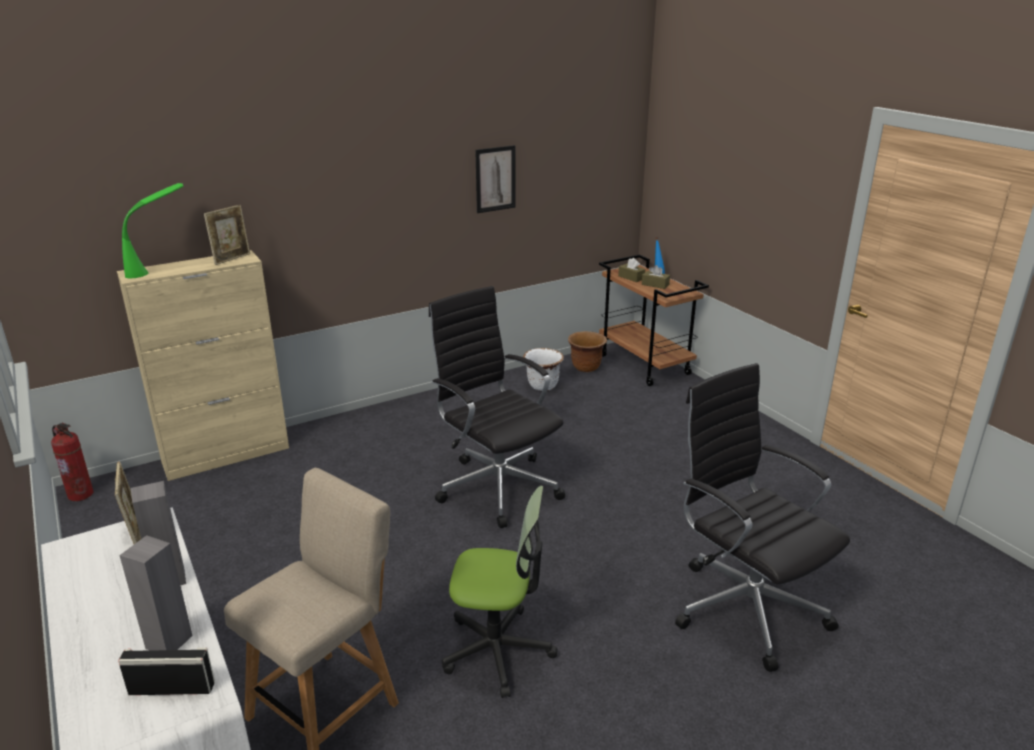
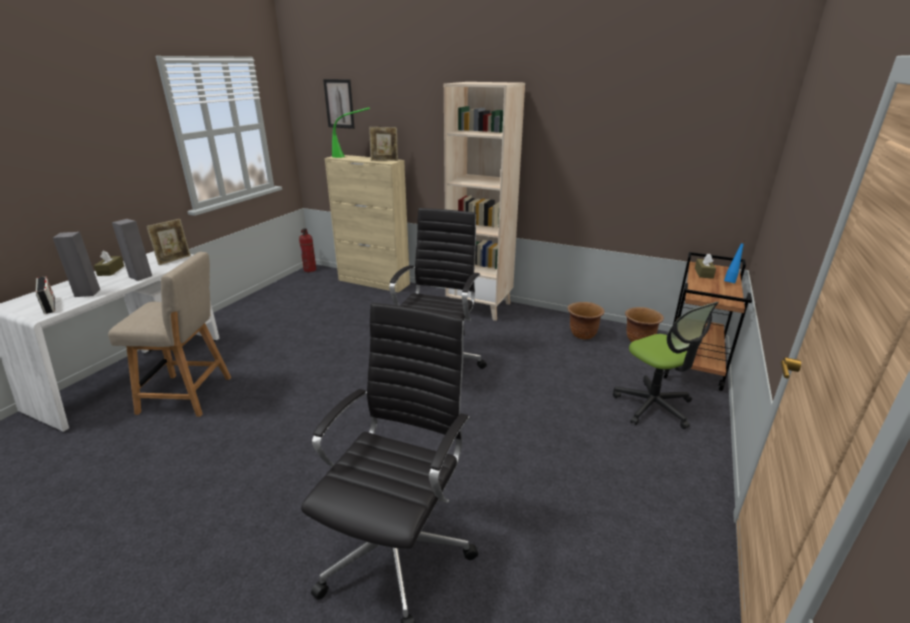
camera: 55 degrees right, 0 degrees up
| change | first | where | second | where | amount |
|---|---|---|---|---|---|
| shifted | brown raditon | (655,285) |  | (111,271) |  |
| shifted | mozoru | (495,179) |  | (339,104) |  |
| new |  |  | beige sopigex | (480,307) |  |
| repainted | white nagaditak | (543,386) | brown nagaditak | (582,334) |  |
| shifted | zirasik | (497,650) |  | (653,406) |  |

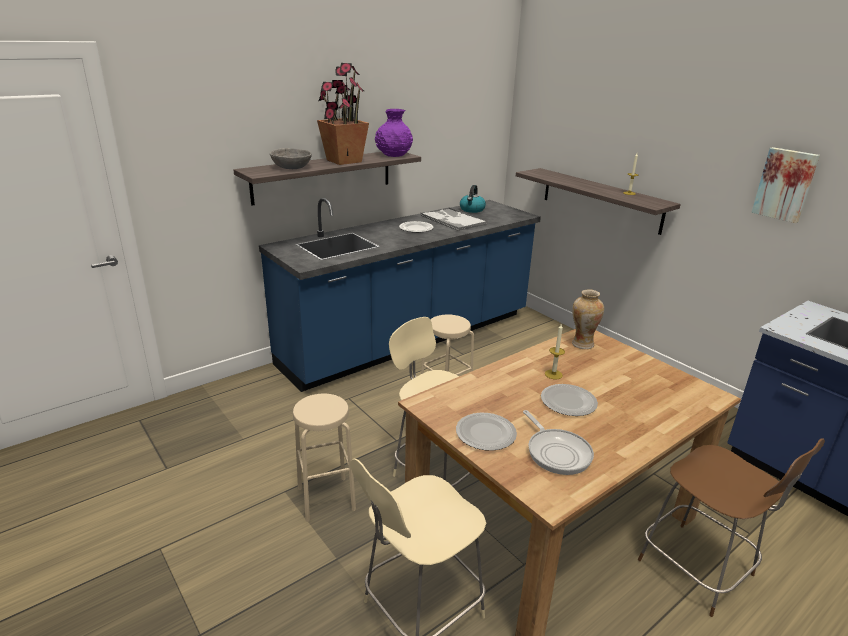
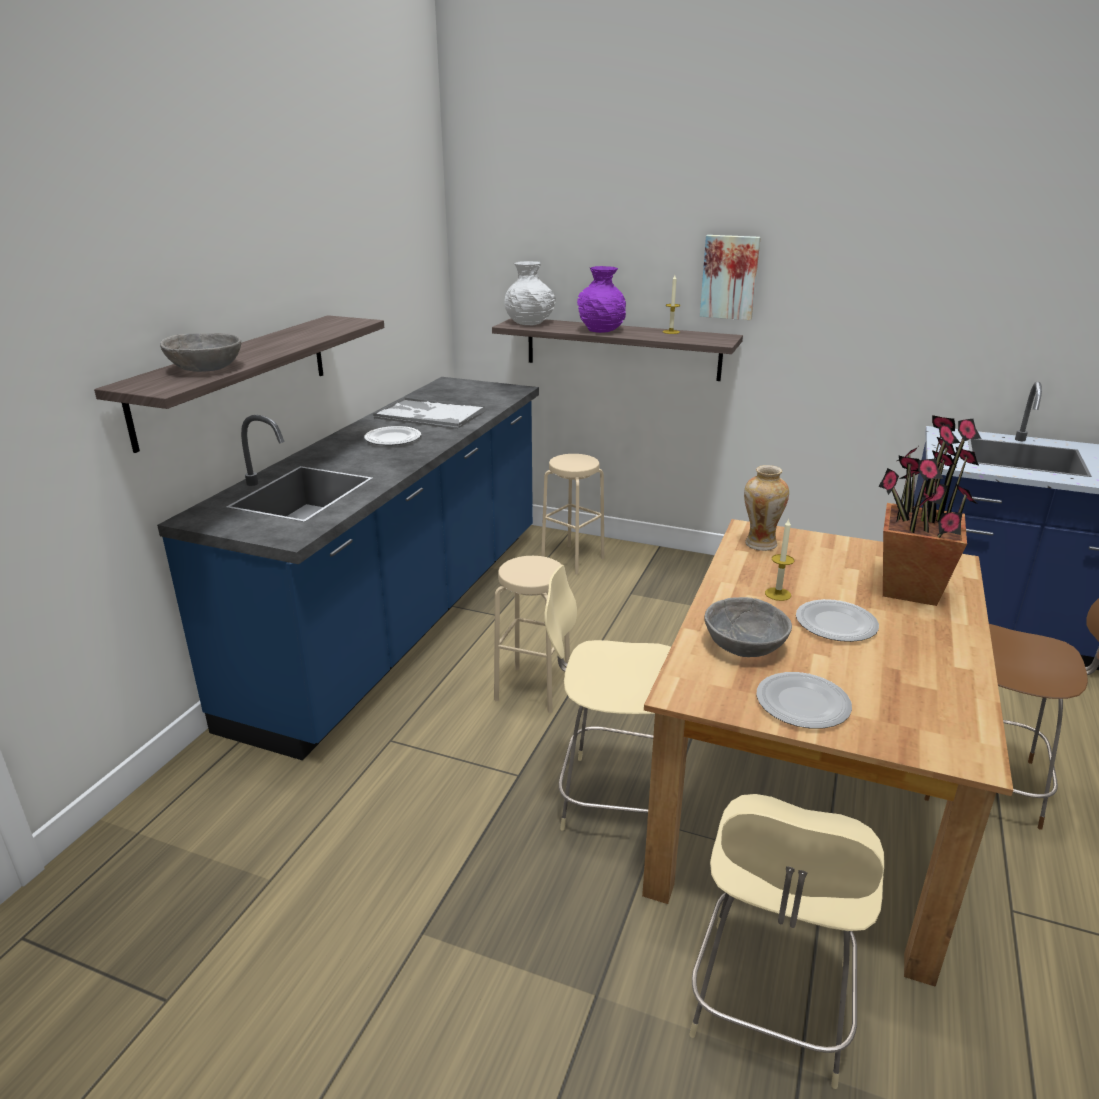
camera: 30 degrees left, 0 degrees up
| change | first | where | second | where | amount |
|---|---|---|---|---|---|
| new |  |  | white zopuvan | (530,323) |  |
| shifted | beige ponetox | (326,499) |  | (573,559) |  |
| shifted | purple zopuvan | (393,155) |  | (601,330) |  |
| shifted | mozoru | (785,184) |  | (729,277) |  |
| new |  |  | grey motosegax | (745,645) |  |
| shifted | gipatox | (343,161) |  | (908,589) |  |
| gone | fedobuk | (472,210) |  |  |  |
| gone | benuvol | (557,452) |  |  |  |

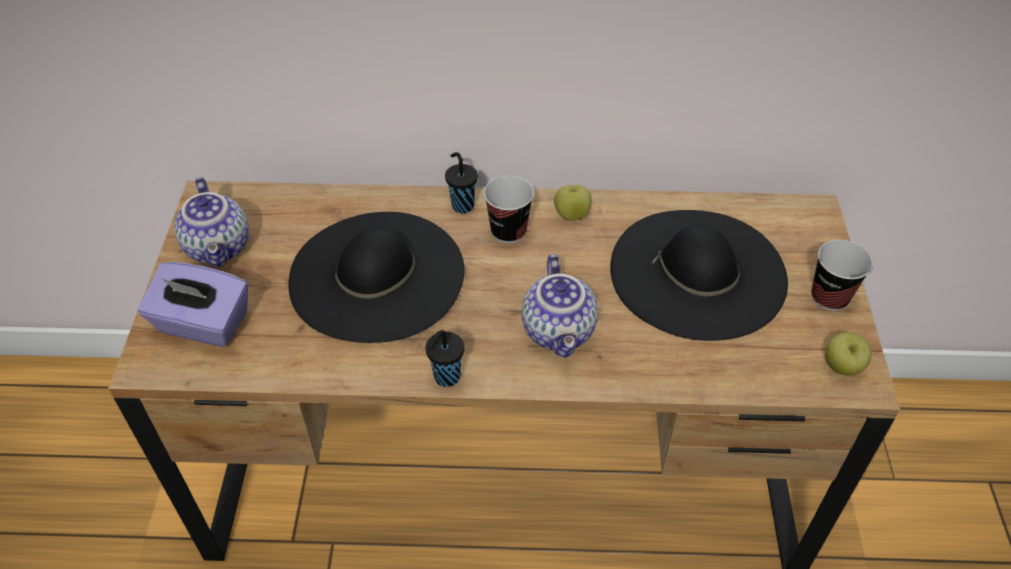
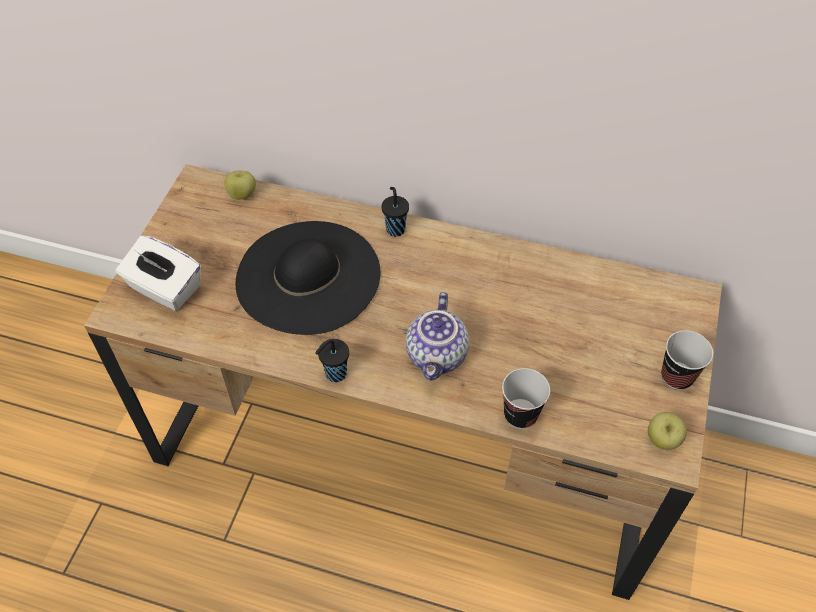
camera: 15 degrees right, 5 degrees up
| change | first | where | second | where | amount |
|---|---|---|---|---|---|
| repainted | purple raditon | (202,324) | white raditon | (164,289) |  |
| shifted | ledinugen | (571,215) |  | (242,195) |  |
| shifted | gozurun | (508,231) |  | (520,414) |  |
| gone | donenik | (220,247) |  |  |  |
| gone | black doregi | (698,272) |  |  |  |

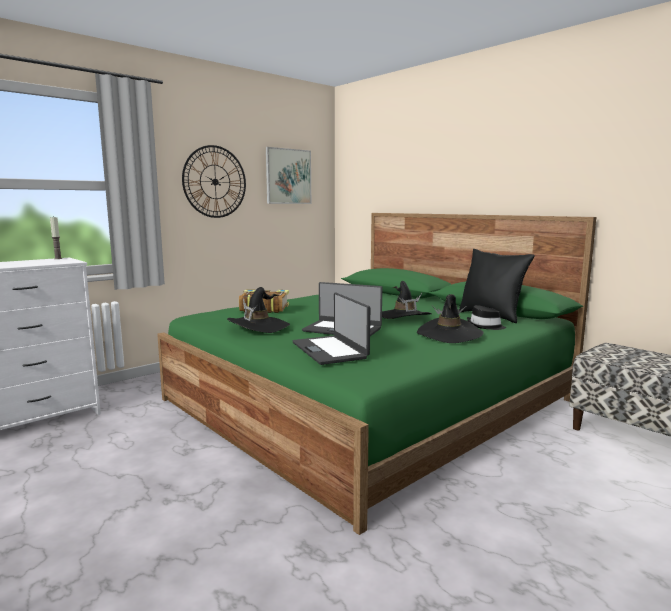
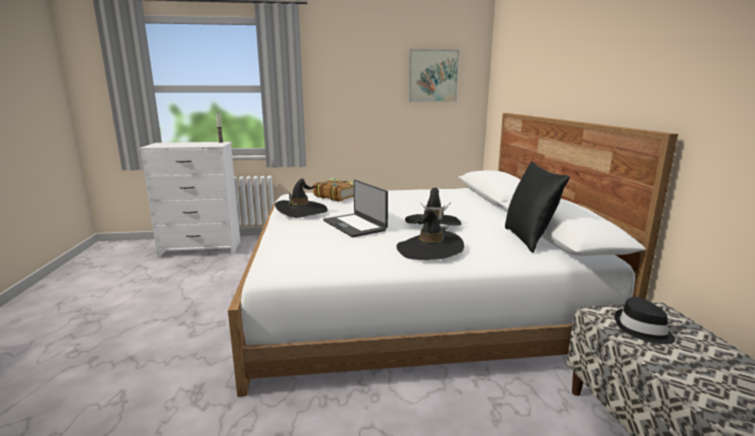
camera: 35 degrees right, 5 degrees up
| change | first | where | second | where | amount |
|---|---|---|---|---|---|
| repainted | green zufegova | (370,400) | white zufegova | (411,295) |  |
| shifted | black doregi | (485,326) |  | (642,330) |  |
| gone | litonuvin | (215,182) |  |  |  |
| gone | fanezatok | (330,350) |  |  |  |

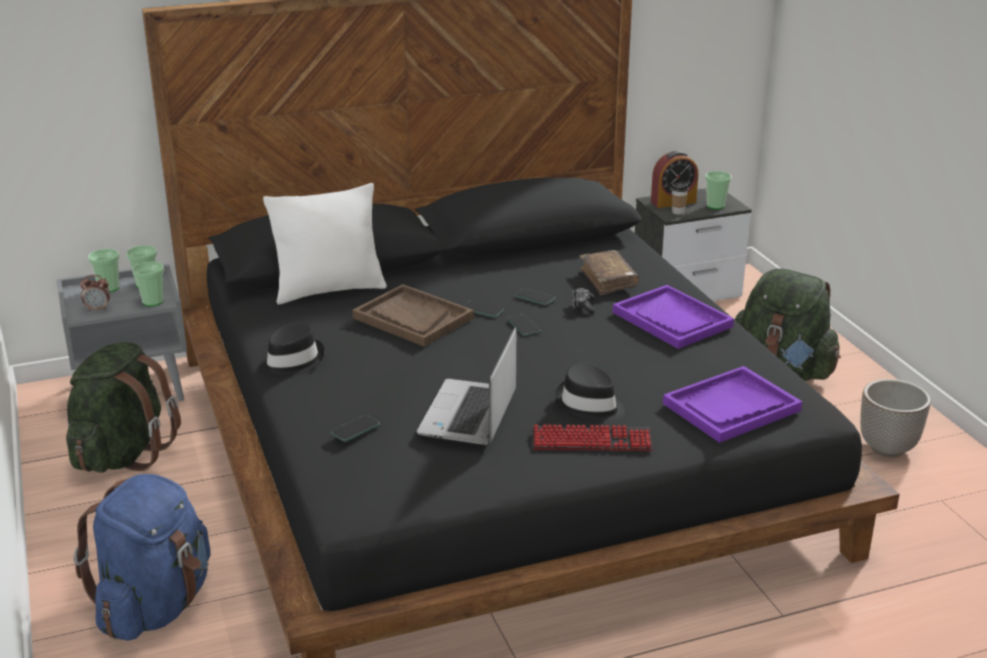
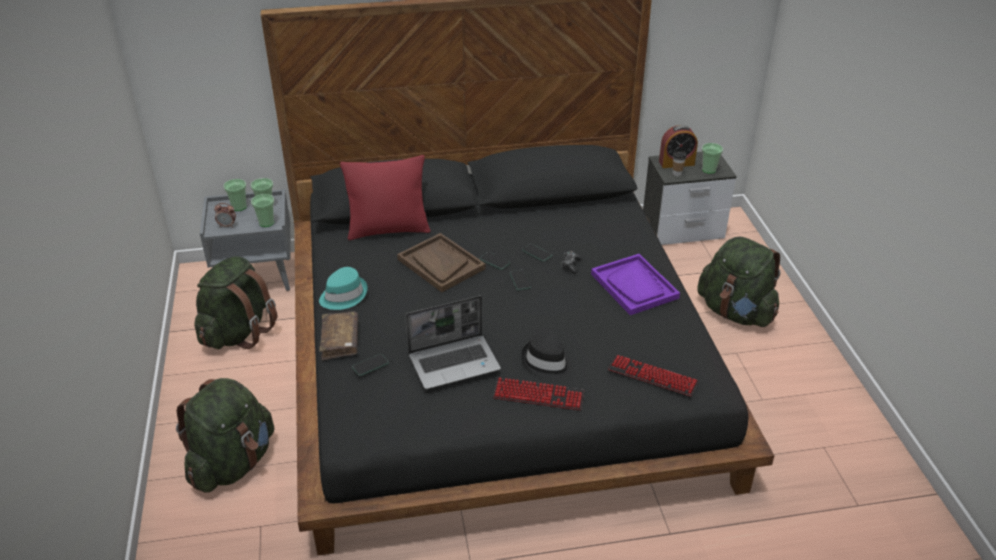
camera: 10 degrees right, 10 degrees up
| change | first | where | second | where | amount |
|---|---|---|---|---|---|
| repainted | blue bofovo | (155,606) | green bofovo | (233,463) |  |
| repainted | black doregi | (291,361) | turquoise doregi | (343,295) |  |
| shifted | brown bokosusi | (608,280) |  | (340,341) |  |
| repainted | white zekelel | (329,290) | red zekelel | (388,230) |  |
| rotated | fanezatok | (469,415) |  | (455,362) | 135 degrees counterclockwise |
| swapped | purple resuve | (731,407) | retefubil | (652,377) |  |
| gone | nagaditak | (888,448) |  |  |  |

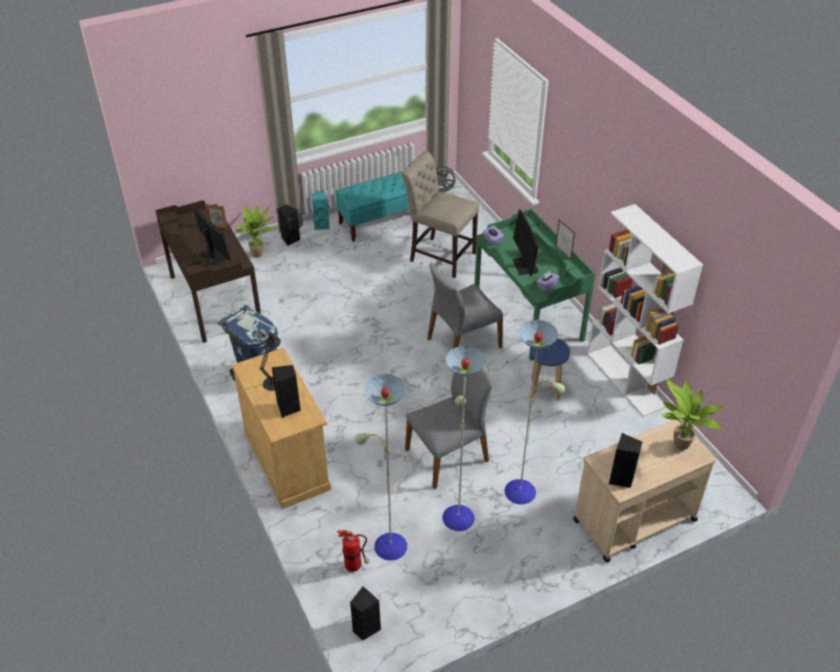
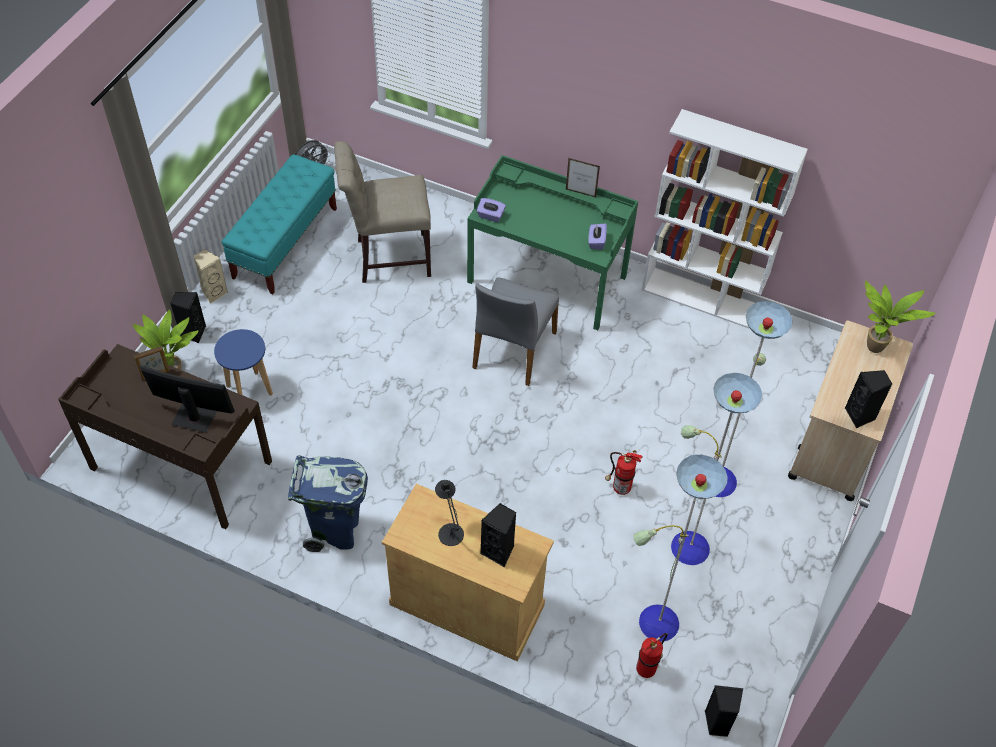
camera: 40 degrees left, 10 degrees up
| change | first | where | second | where | amount |
|---|---|---|---|---|---|
| repainted | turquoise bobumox | (322,225) | beige bobumox | (214,292) |  |
| shifted | blue ponetox | (545,389) |  | (250,390) |  |
| swapped | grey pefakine | (448,455) | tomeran | (619,488) |  |
| gone | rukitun | (525,266) |  |  |  |

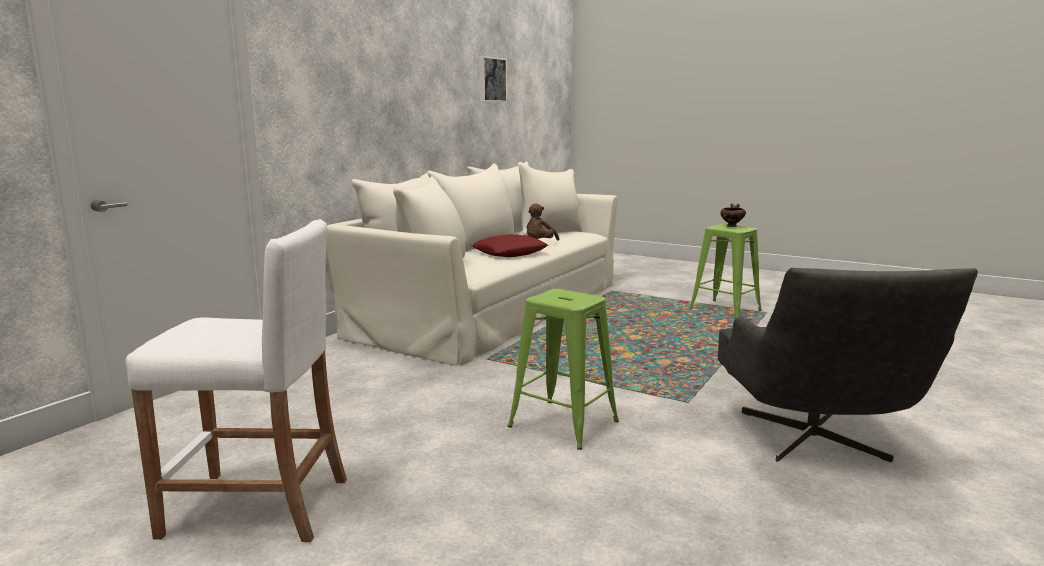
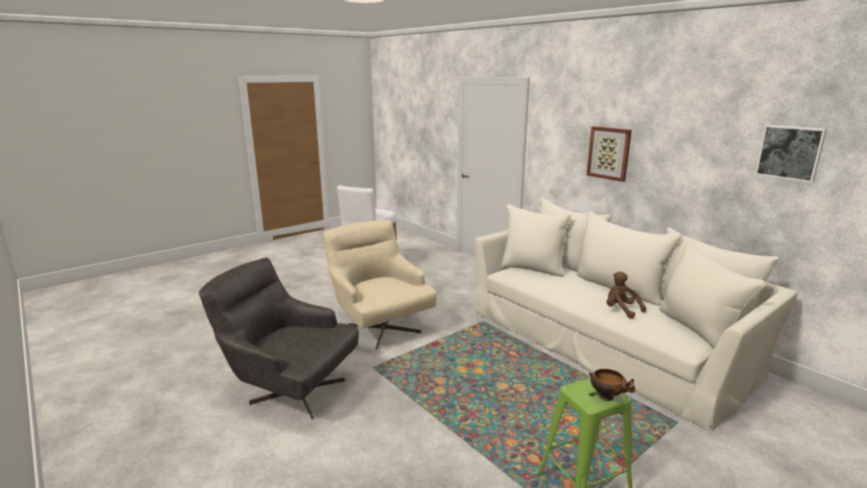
camera: 110 degrees right, 5 degrees up
| change | first | where | second | where | amount |
|---|---|---|---|---|---|
| swapped | green ponetox | (564,424) | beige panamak | (379,326) |  |
| new |  |  | mozoru | (609,153) |  |
| gone | red zekelel | (510,253) |  |  |  |

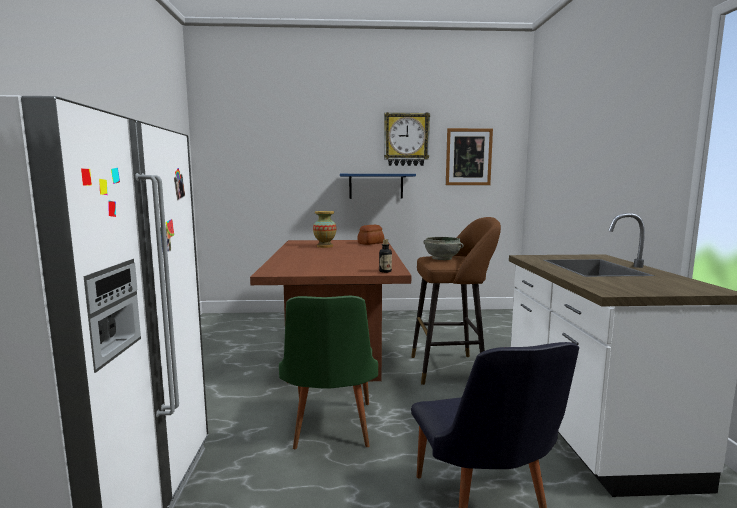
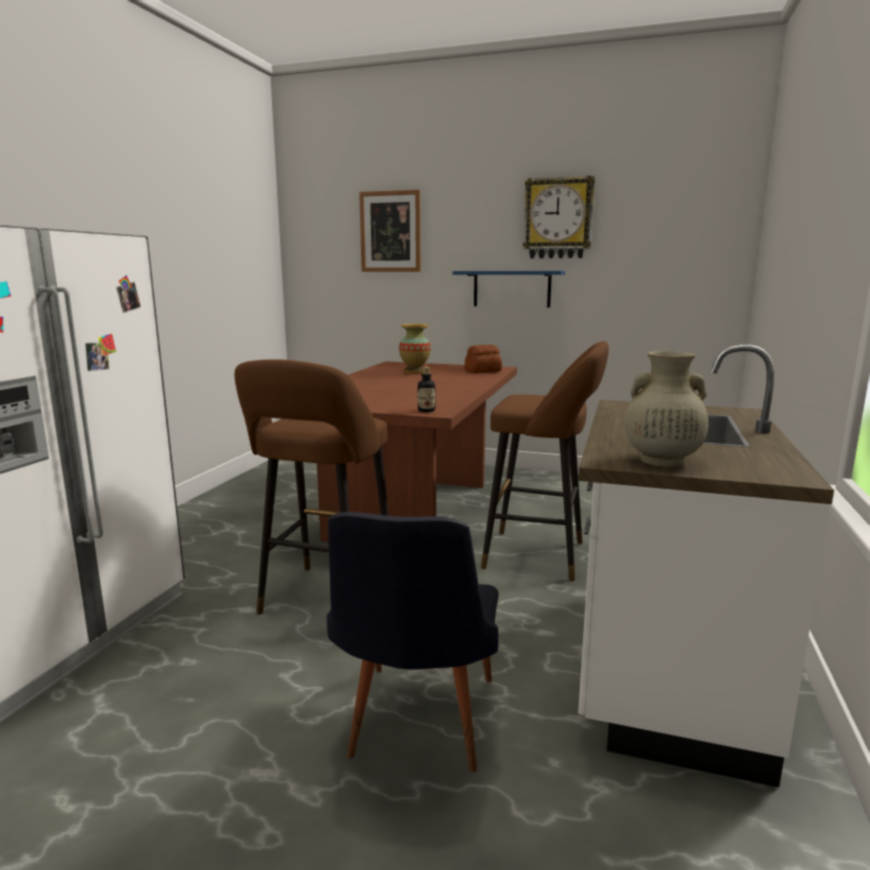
camera: 20 degrees right, 5 degrees up
| change | first | where | second | where | amount |
|---|---|---|---|---|---|
| swapped | green pefakine | (330,430) | brown ponetox | (324,601) |  |
| shifted | mozoru | (468,157) |  | (390,232) |  |
| new |  |  | beige zopuvan | (661,461) |  |
| gone | grey motosegax | (442,258) |  |  |  |

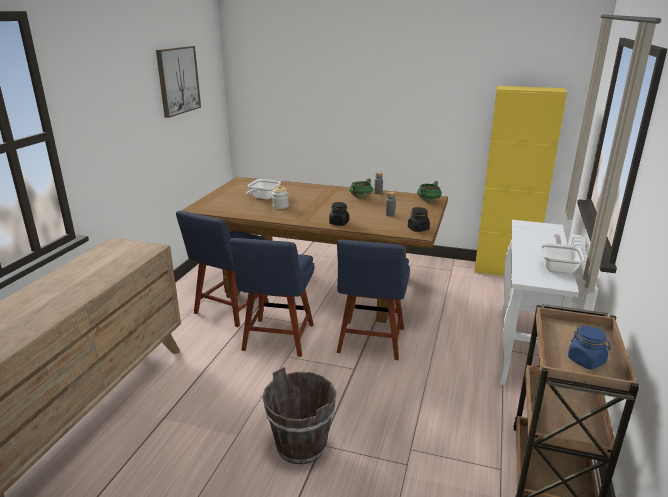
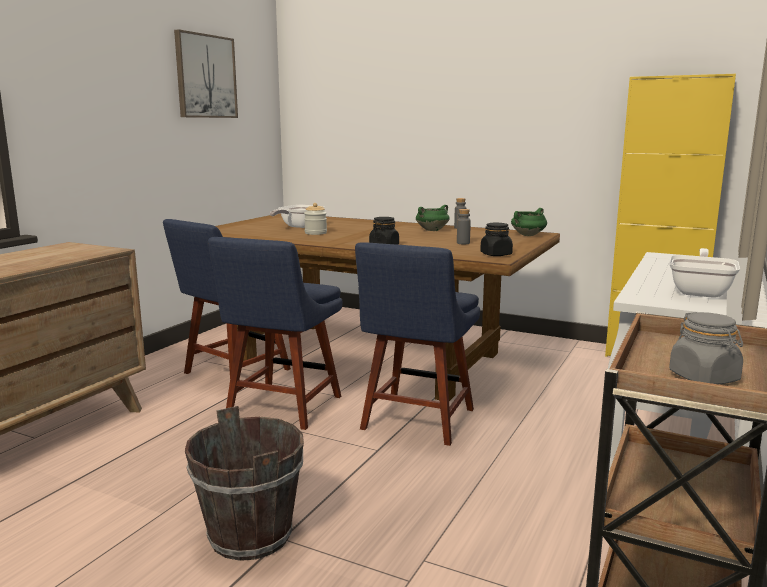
camera: 10 degrees right, 10 degrees down
| change | first | where | second | where | amount |
|---|---|---|---|---|---|
| repainted | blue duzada | (586,361) | grey duzada | (704,377) |  |

